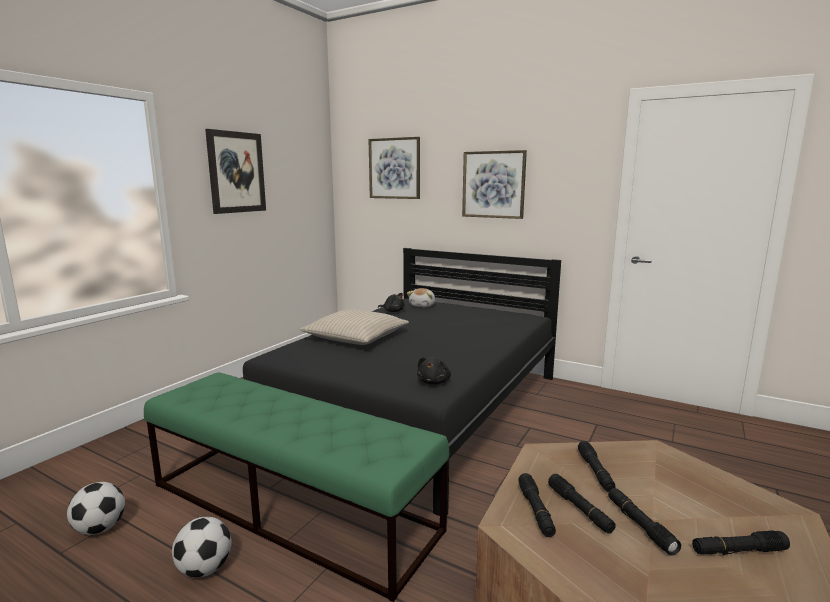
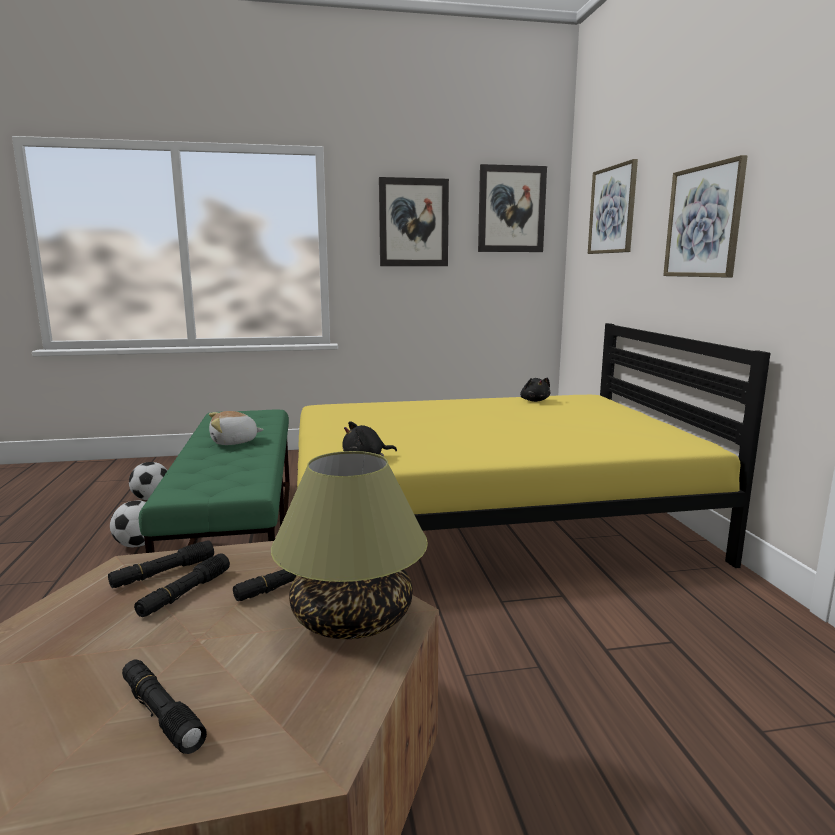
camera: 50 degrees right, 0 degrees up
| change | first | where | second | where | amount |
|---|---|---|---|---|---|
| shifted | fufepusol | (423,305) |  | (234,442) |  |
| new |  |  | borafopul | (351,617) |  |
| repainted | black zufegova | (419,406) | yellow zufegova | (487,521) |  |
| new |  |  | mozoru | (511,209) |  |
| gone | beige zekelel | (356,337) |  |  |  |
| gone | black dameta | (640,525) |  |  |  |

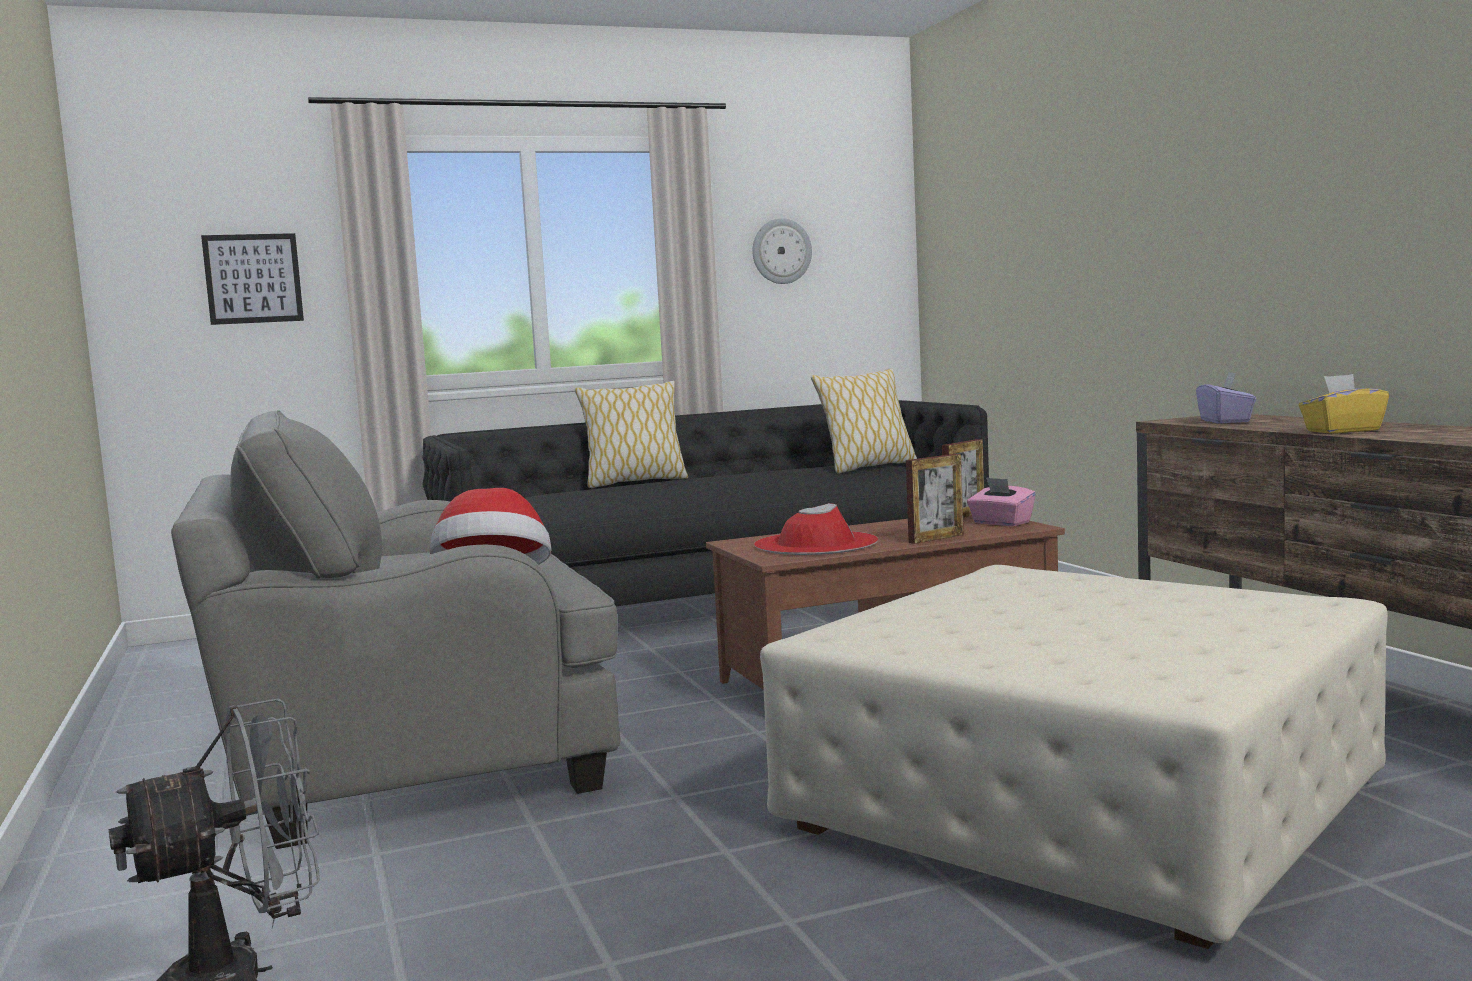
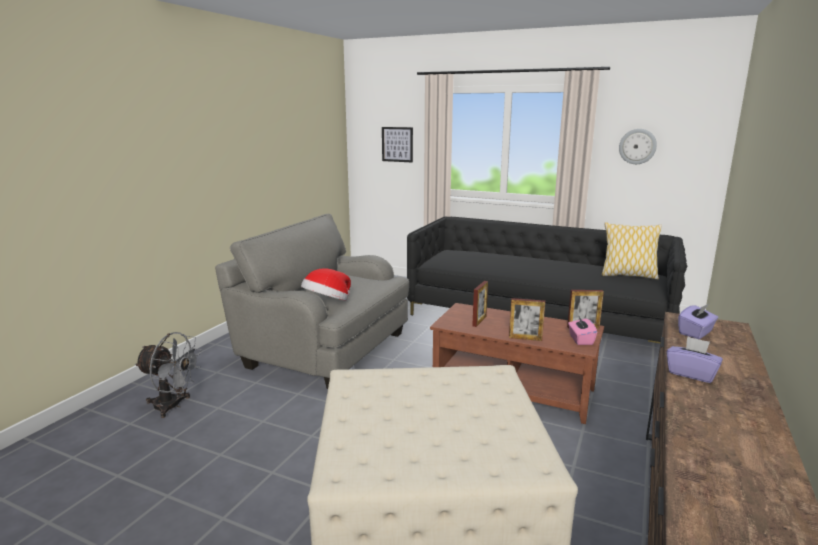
camera: 45 degrees right, 10 degrees up
| change | first | where | second | where | amount |
|---|---|---|---|---|---|
| swapped | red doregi | (815,544) | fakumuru | (479,321) |  |
| repainted | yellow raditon | (1342,431) | purple raditon | (691,374) |  |
| gone | zekelel | (635,482) |  |  |  |

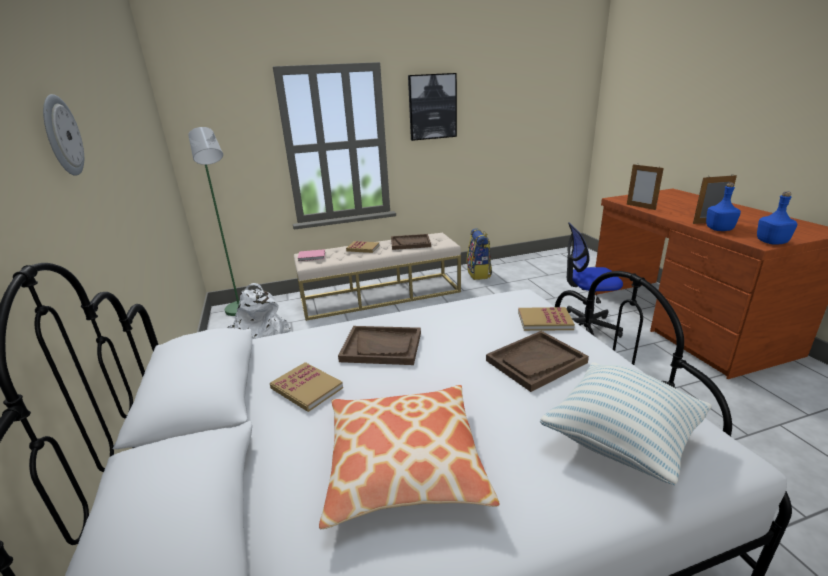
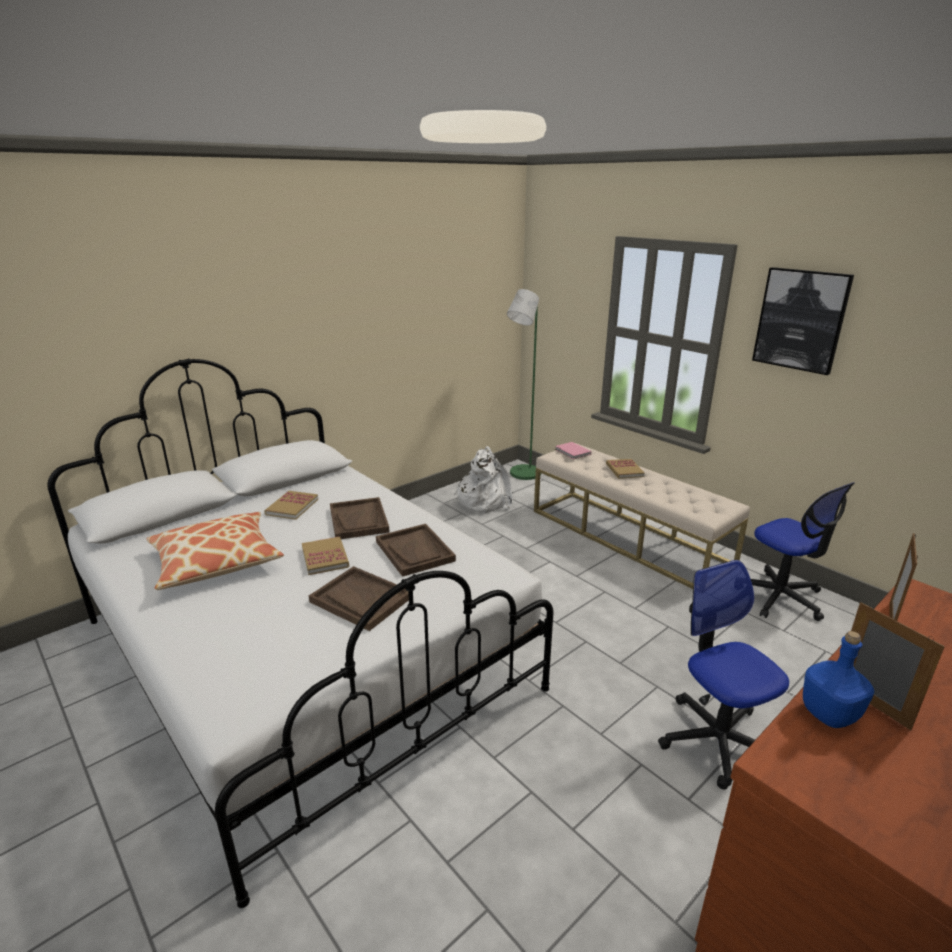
camera: 65 degrees right, 0 degrees up
| change | first | where | second | where | amount |
|---|---|---|---|---|---|
| shifted | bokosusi | (544,321) |  | (325,557) |  |
| shifted | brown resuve | (410,243) |  | (415,551) |  |
| swapped | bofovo | (479,274) | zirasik | (780,597) |  |
| gone | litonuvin | (61,136) |  |  |  |
| gone | zekelel | (620,441) |  |  |  |
| gone | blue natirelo | (771,242) |  |  |  |

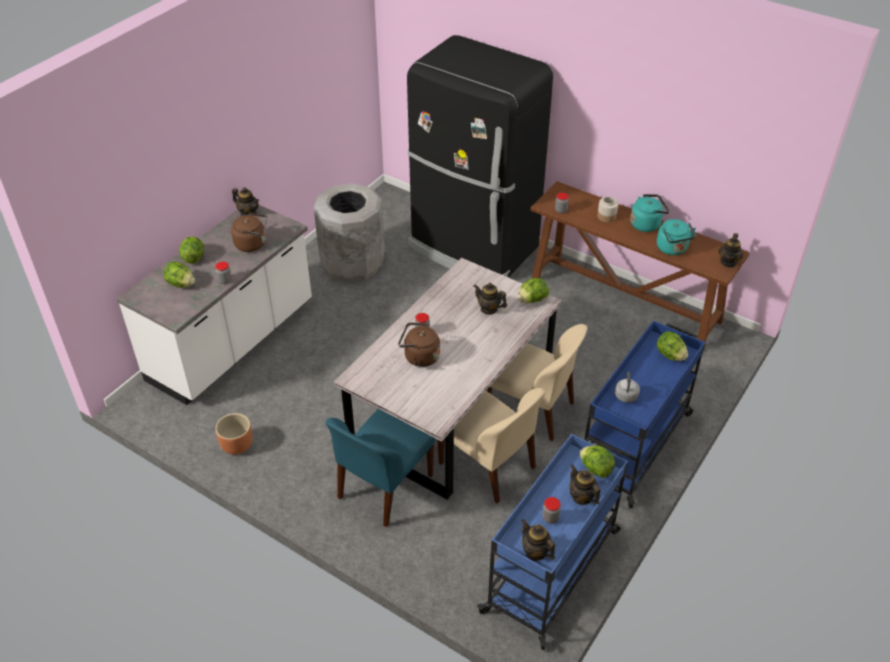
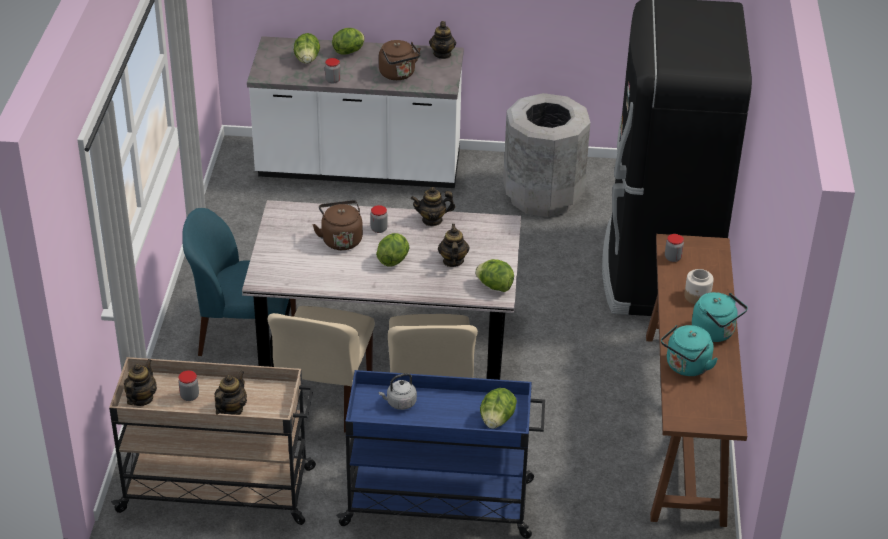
camera: 60 degrees right, 5 degrees down
| change | first | where | second | where | amount |
|---|---|---|---|---|---|
| repainted | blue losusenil | (553,569) | beige losusenil | (219,490) |  |
| shifted | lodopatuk | (595,469) |  | (393,260) |  |
| shifted | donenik | (728,262) |  | (432,220) |  |
| gone | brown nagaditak | (236,445) |  |  |  |

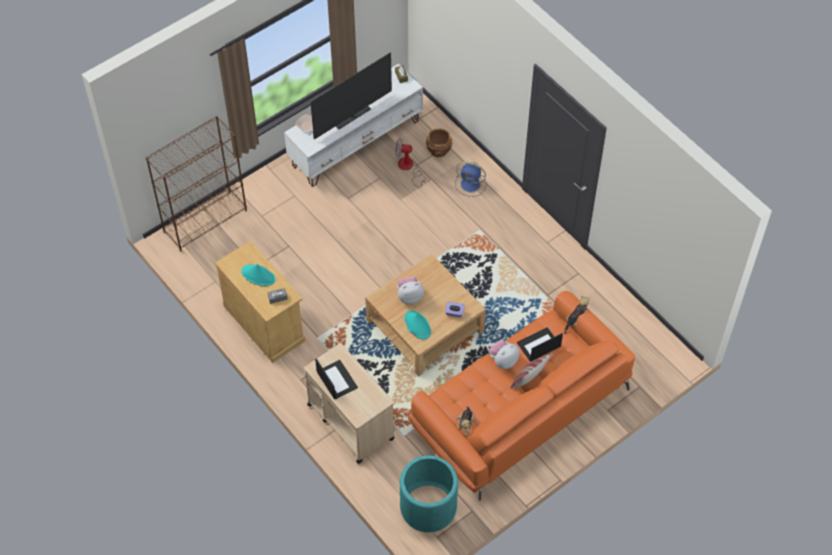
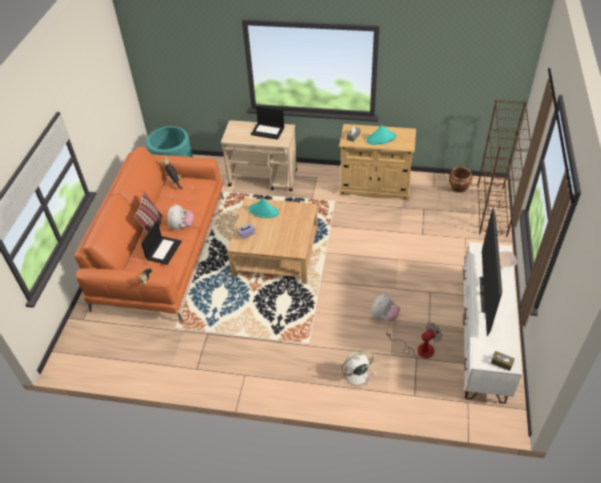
camera: 140 degrees right, 10 degrees down
| change | first | where | second | where | amount |
|---|---|---|---|---|---|
| repainted | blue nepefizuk | (471,184) | white nepefizuk | (355,376) |  |
| shifted | fufepusol | (409,297) |  | (384,316) |  |
| shifted | brown nagaditak | (439,150) |  | (458,187) |  |

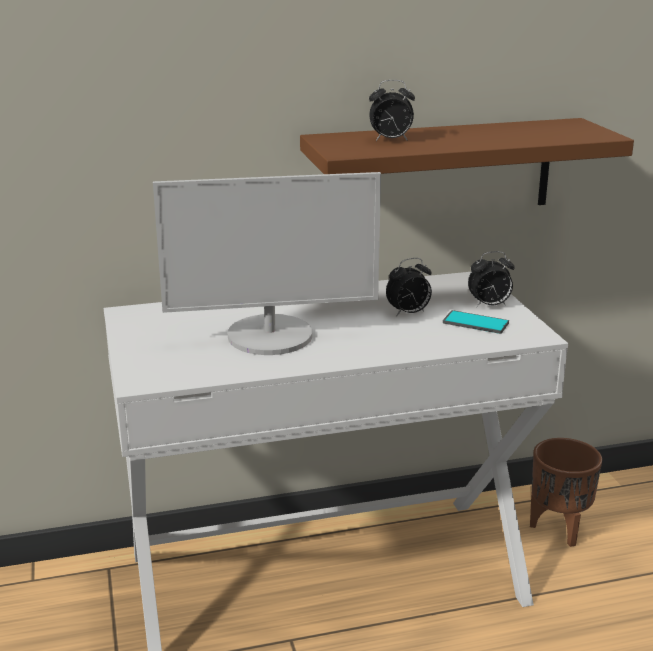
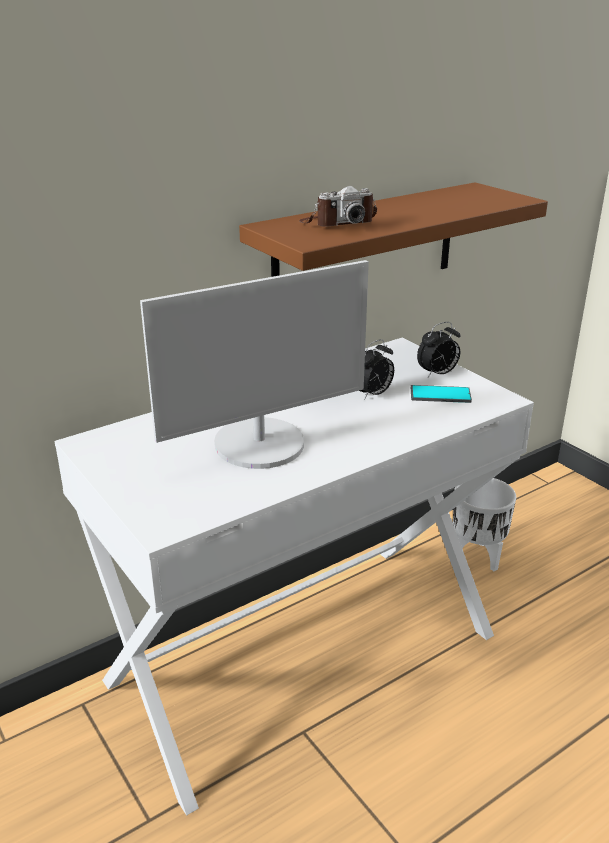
camera: 20 degrees left, 5 degrees up
| change | first | where | second | where | amount |
|---|---|---|---|---|---|
| swapped | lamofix | (390,140) | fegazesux | (338,223) |  |
| repainted | brown nagaditak | (559,529) | white nagaditak | (477,556) |  |

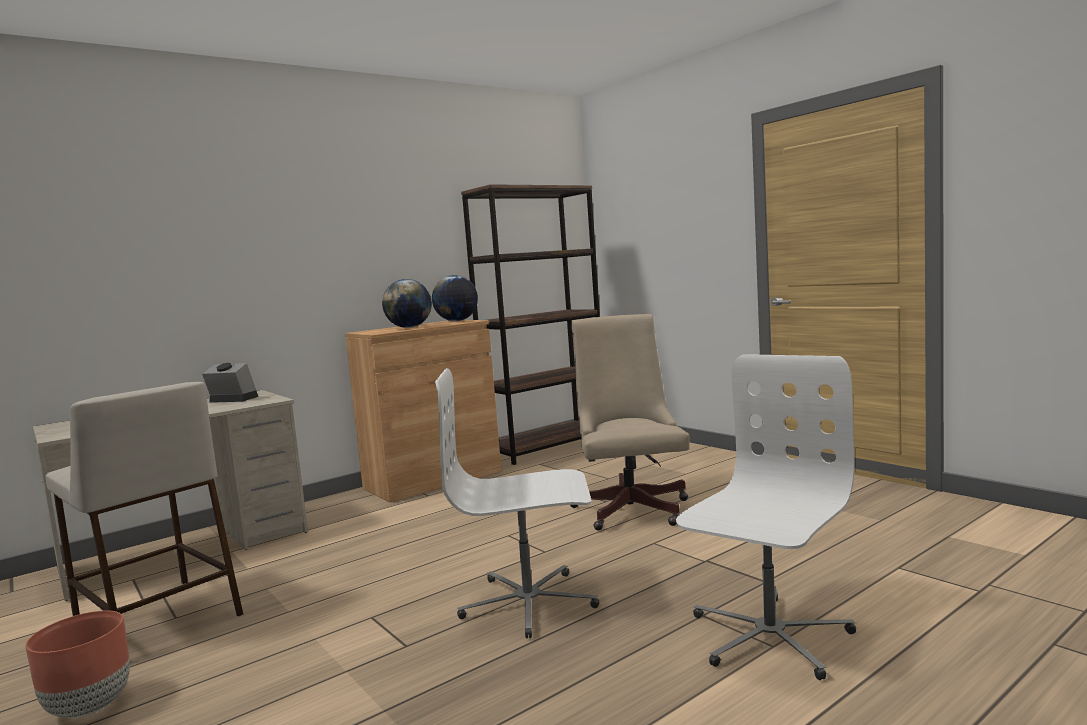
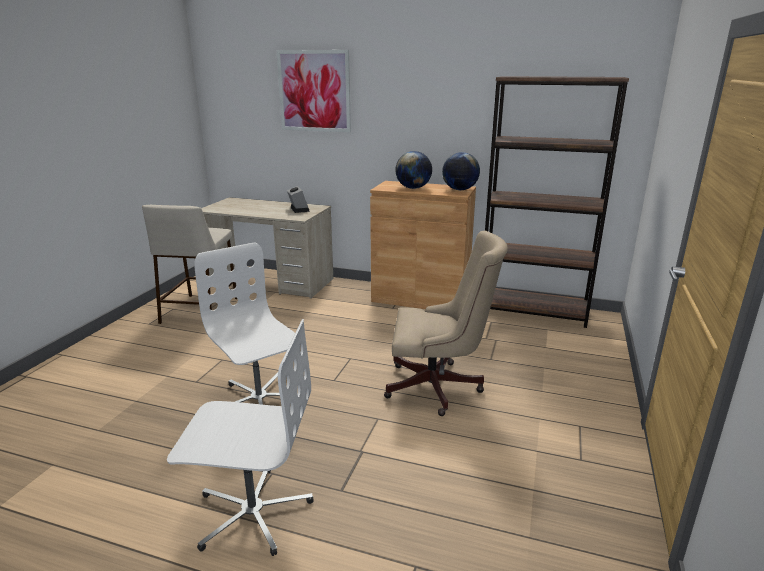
camera: 55 degrees right, 15 degrees up
| change | first | where | second | where | amount |
|---|---|---|---|---|---|
| new |  |  | mozoru | (314,91) |  |
| rotated | beige zirasik | (631,507) |  | (439,388) | 45 degrees clockwise |
| gone | brown nagaditak | (90,707) |  |  |  |

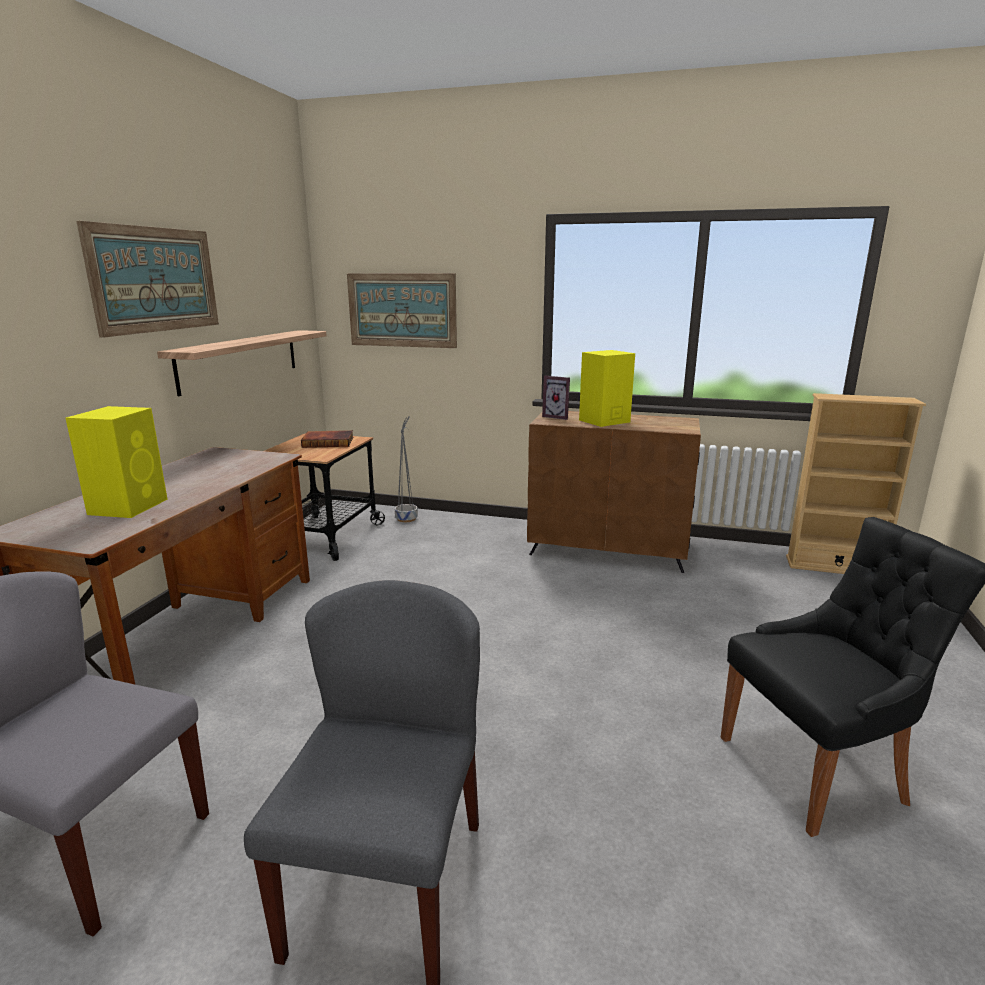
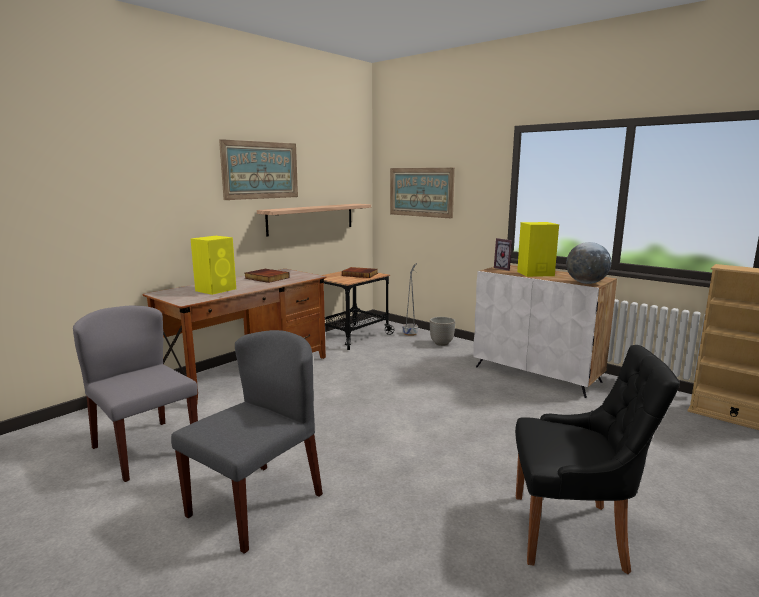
camera: 25 degrees right, 5 degrees down
| change | first | where | second | where | amount |
|---|---|---|---|---|---|
| new |  |  | bokosusi | (266,278) |  |
| new |  |  | nagaditak | (442,343) |  |
| repainted | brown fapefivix | (608,551) | white fapefivix | (537,374) |  |
| new |  |  | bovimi | (586,283) |  |

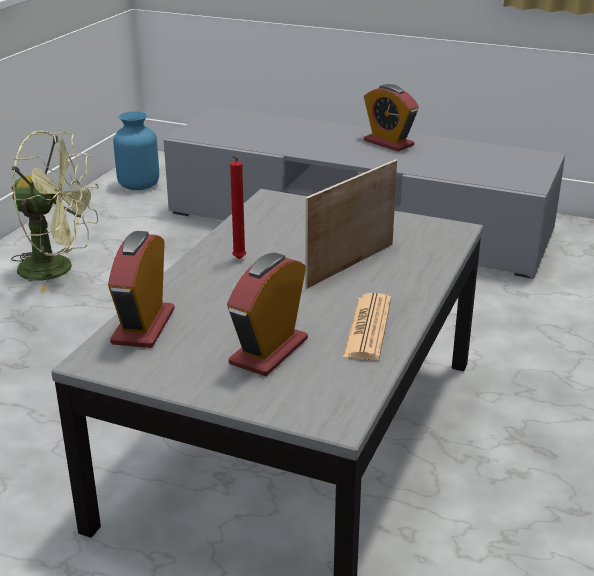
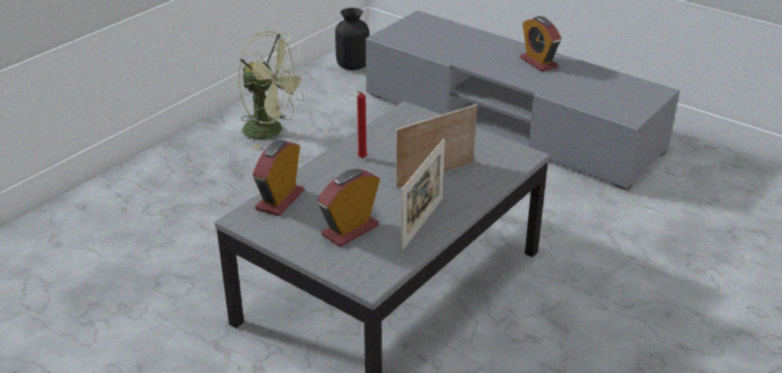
camera: 15 degrees right, 5 degrees up
| change | first | where | second | where | amount |
|---|---|---|---|---|---|
| repainted | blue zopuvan | (139,185) | black zopuvan | (353,65) |  |
| swapped | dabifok | (368,328) | fakumuru | (422,223) |  |

